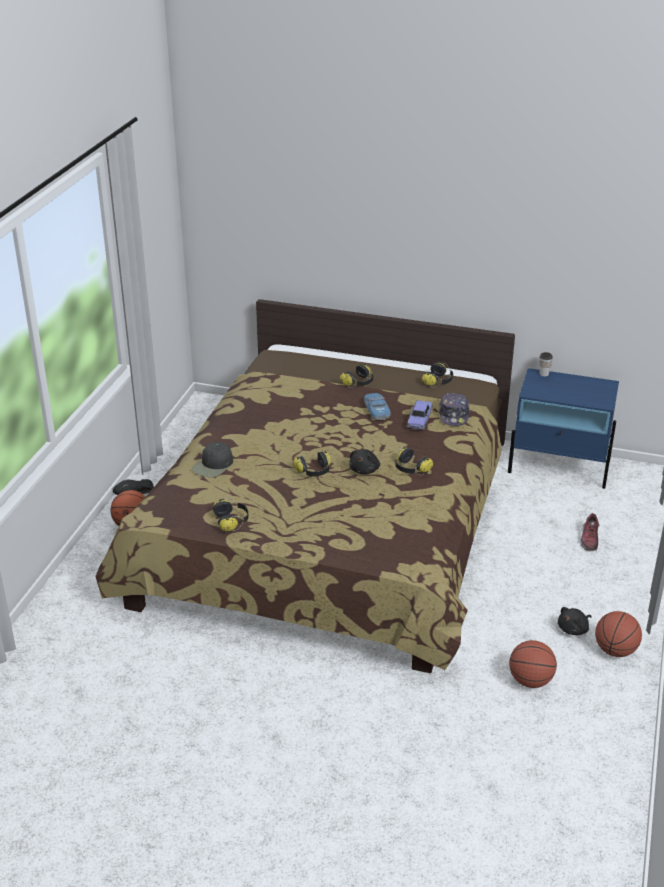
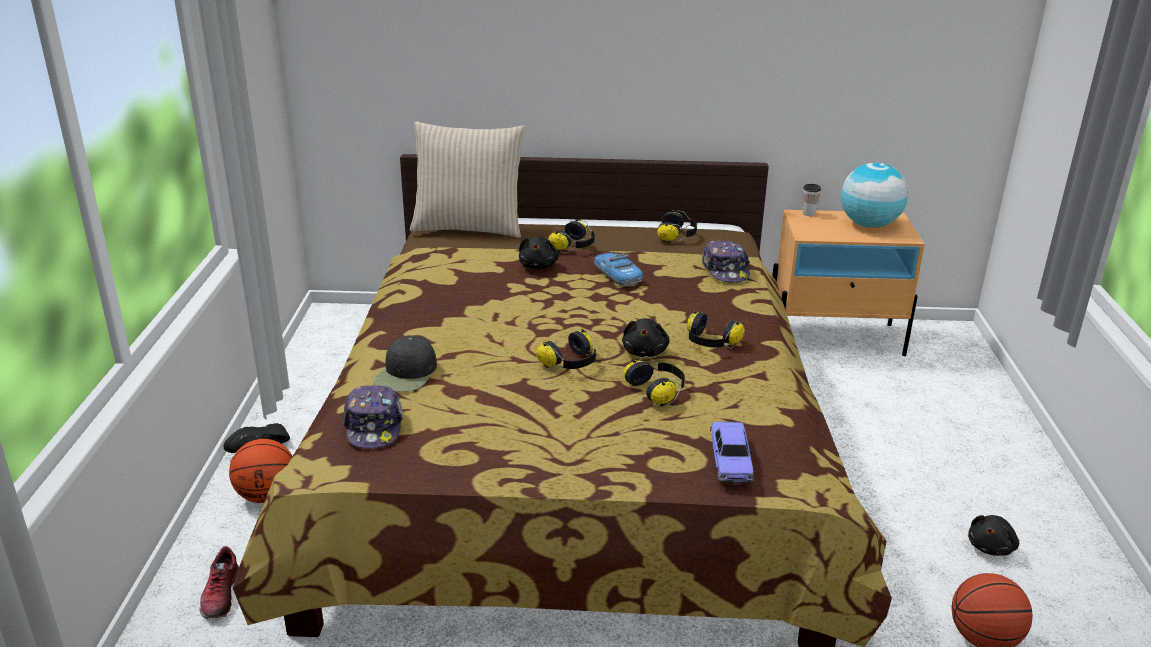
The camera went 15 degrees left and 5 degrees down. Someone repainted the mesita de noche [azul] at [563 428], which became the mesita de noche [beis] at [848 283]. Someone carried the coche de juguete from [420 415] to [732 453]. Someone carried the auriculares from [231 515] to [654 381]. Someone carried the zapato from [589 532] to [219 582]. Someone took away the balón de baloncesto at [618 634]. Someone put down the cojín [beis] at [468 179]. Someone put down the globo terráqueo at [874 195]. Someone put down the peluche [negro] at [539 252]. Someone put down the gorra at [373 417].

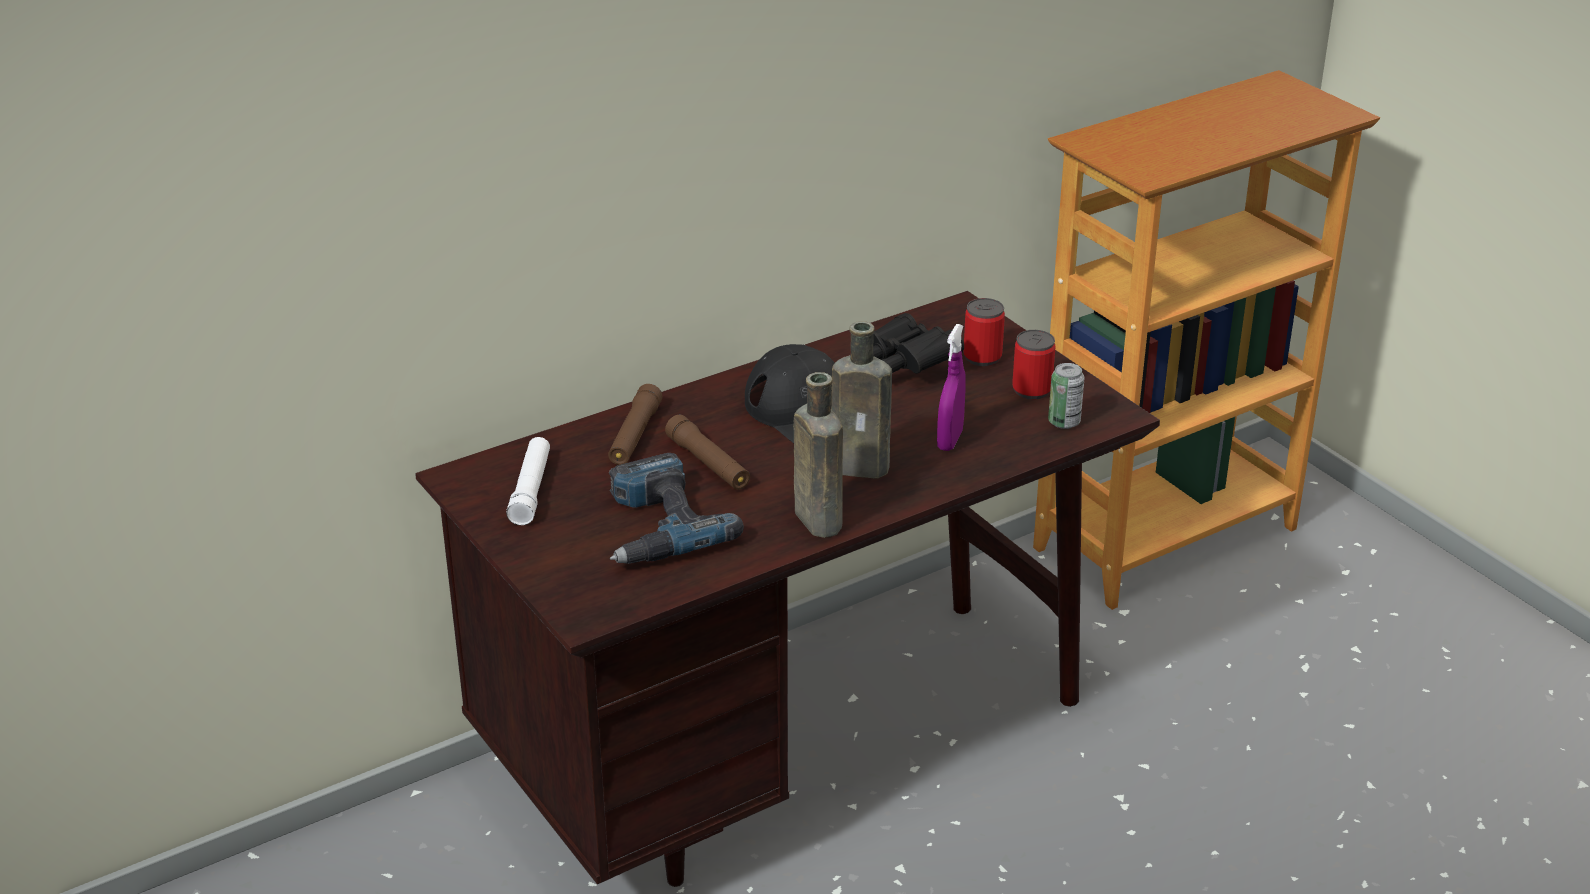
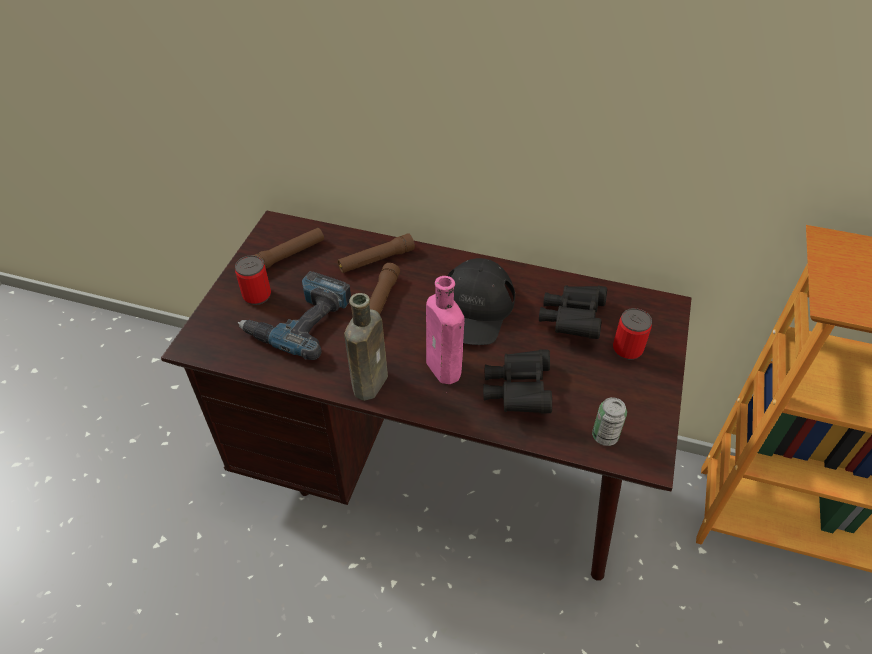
The camera went 50 degrees right and 15 degrees up. Someone repainted the botella [marrón] at [861 400], which became the botella [rosa] at [445 330]. Someone swapped the pulverizador [morado] at [951 387] for the prismáticos [negro] at [517 381]. Someone carried the lata from [1034 364] to [253 280]. Someone repainted the linterna [blanco] at [528 481], which became the linterna [marrón] at [288 248].

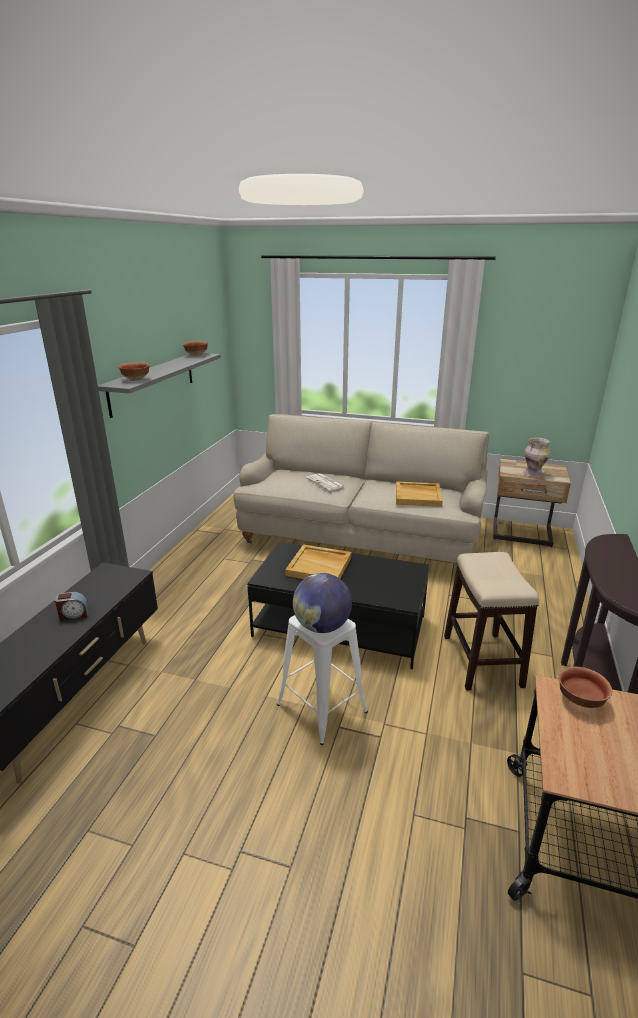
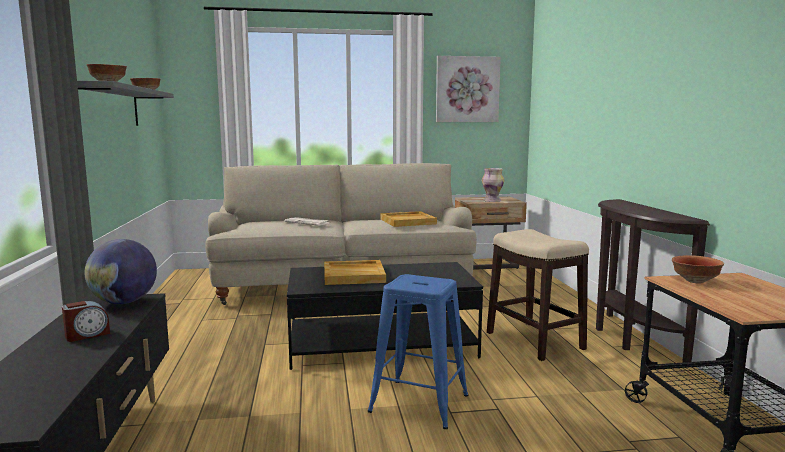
The camera went 25 degrees left and 15 degrees down. Someone carried the globo terráqueo from [322 603] to [120 271]. Someone repainted the taburete [blanco] at [322 680], which became the taburete [azul] at [418 351]. Someone put up the cuadro at [468 89].

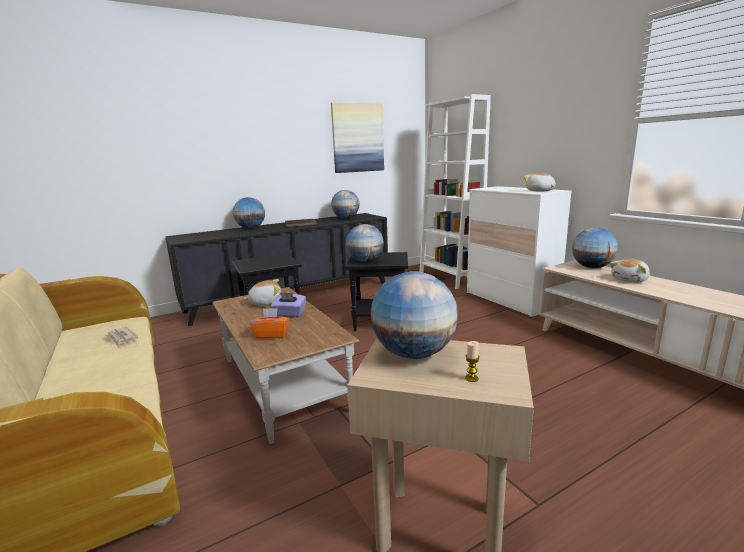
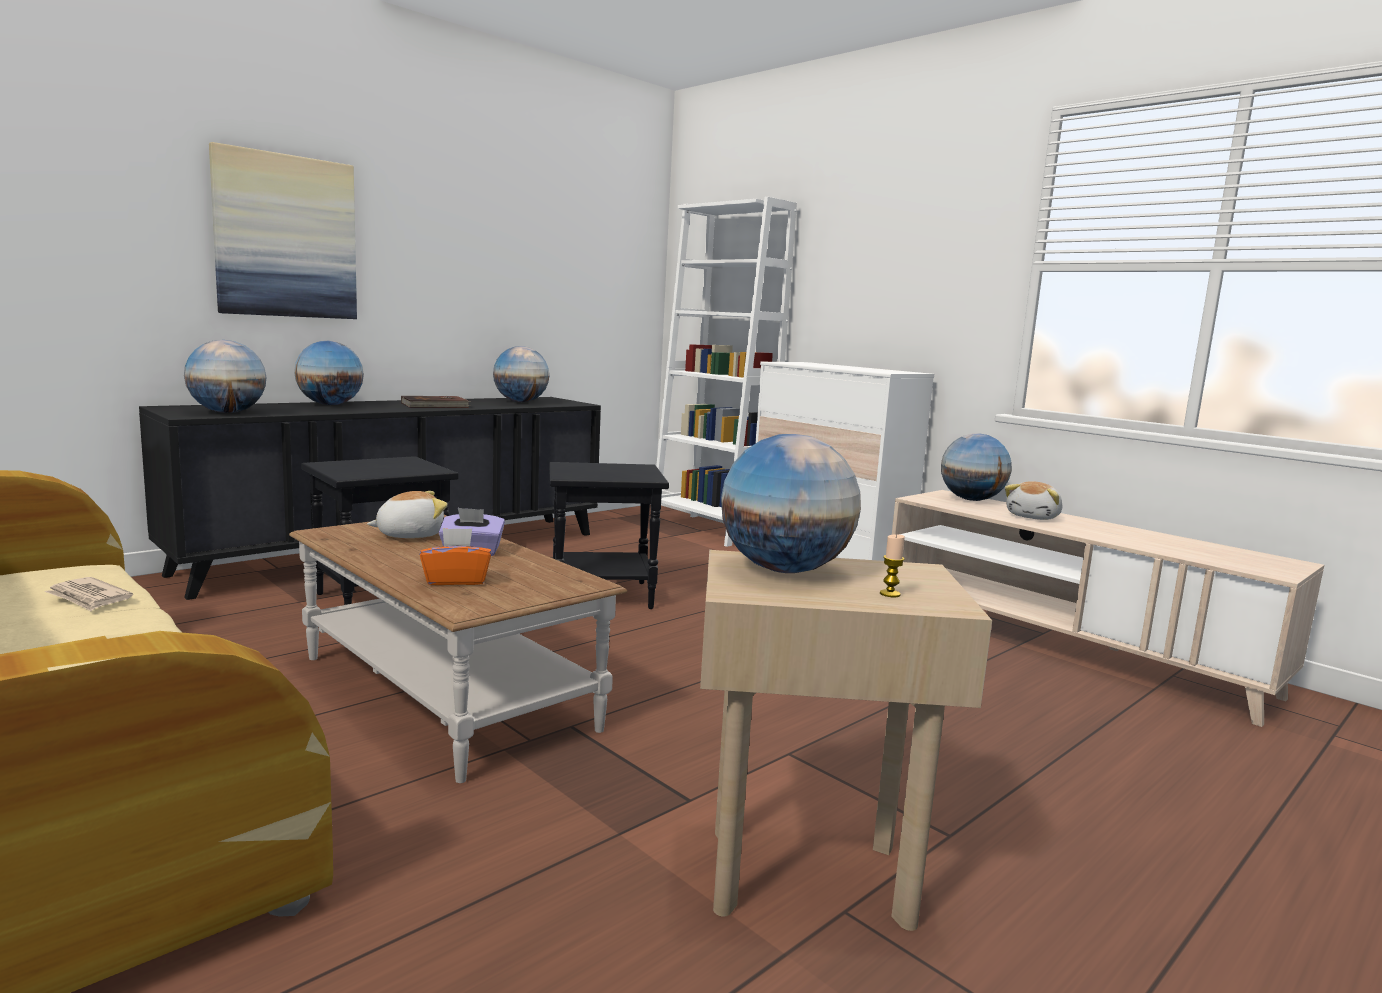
The camera went 15 degrees left and 5 degrees down. Someone carried the cuadro from [357 137] to [283 230]. Someone took away the peluche at [539 182]. Someone carried the globo terráqueo from [365 243] to [225 376].

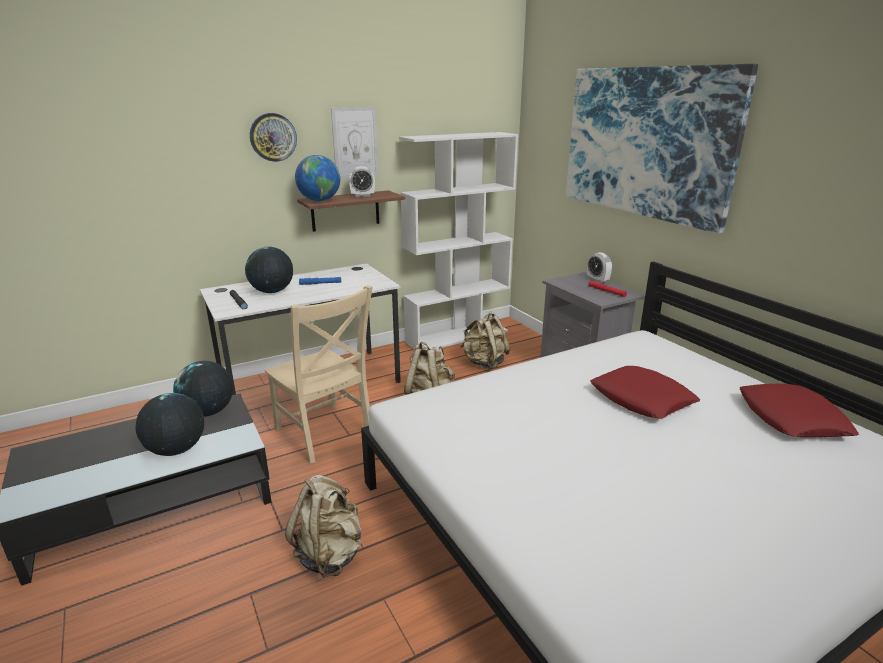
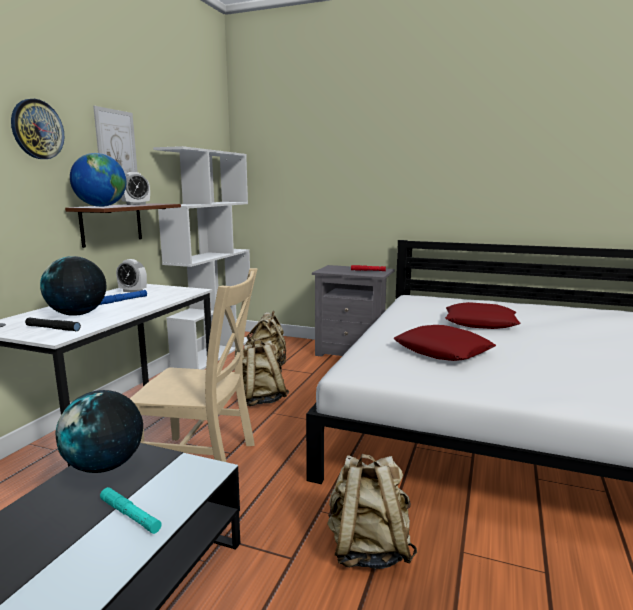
The camera went 40 degrees left and 10 degrees down. Someone took away the cuadro at [662 149]. Someone carried the despertador from [599 267] to [131 275]. Someone carried the cojín [rojo] from [799 410] to [444 343]. Someone swapped the globo terráqueo at [170 424] for the linterna [turquesa] at [131 510].

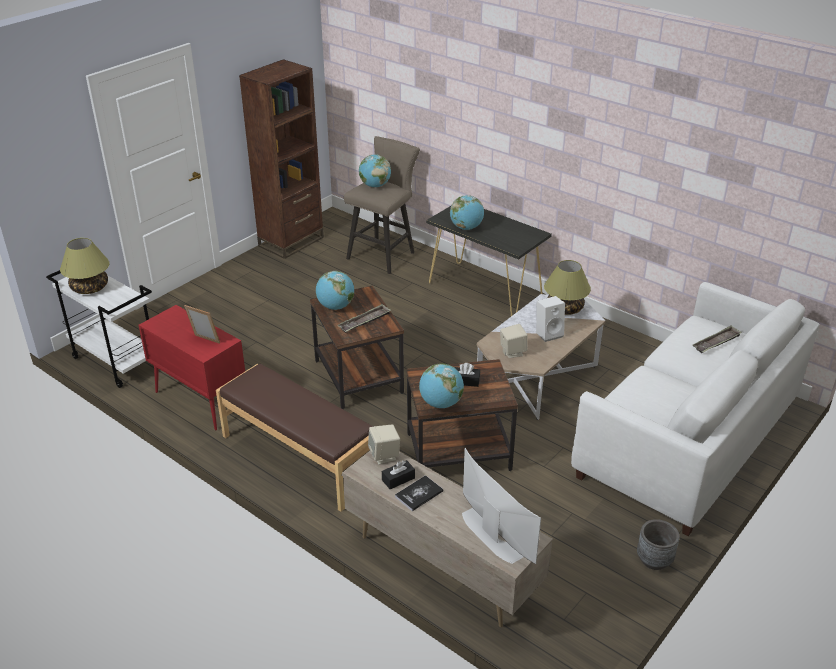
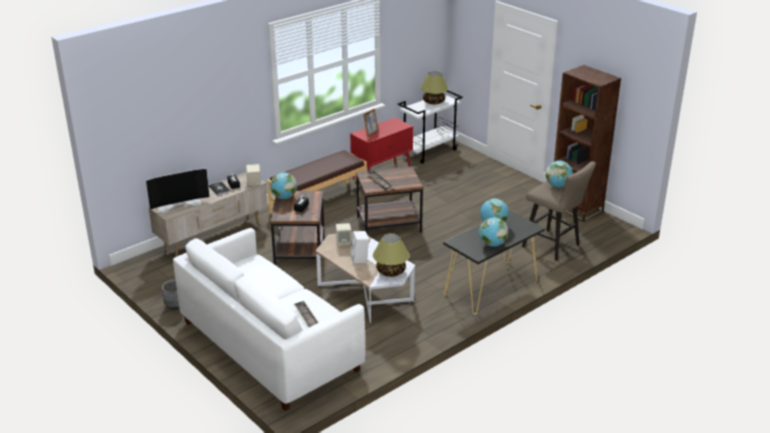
The camera went 100 degrees right and 5 degrees down. Someone carried the globo terráqueo from [335 290] to [493 232].

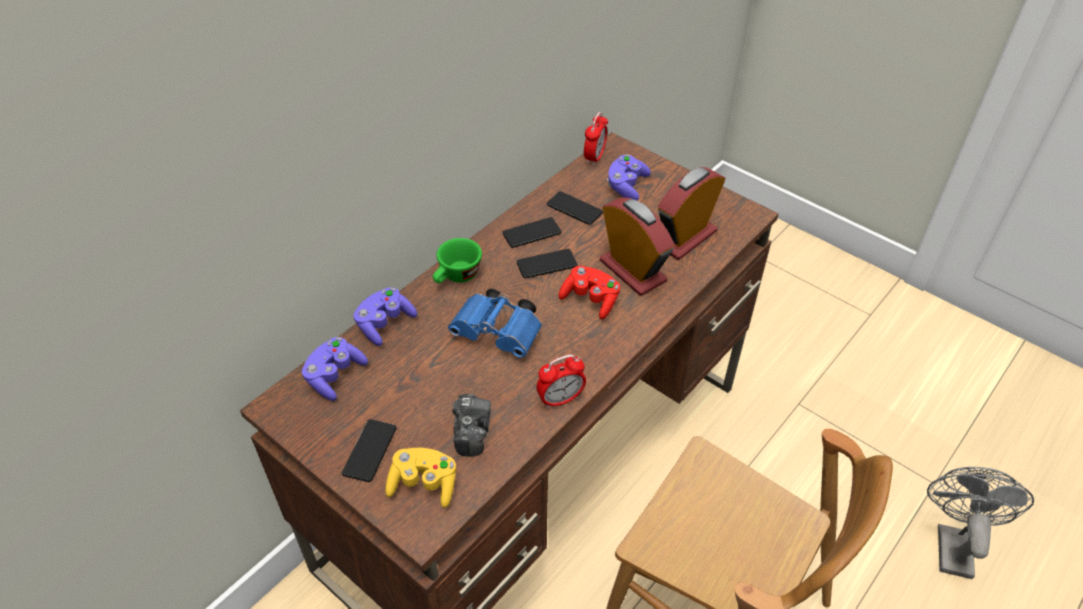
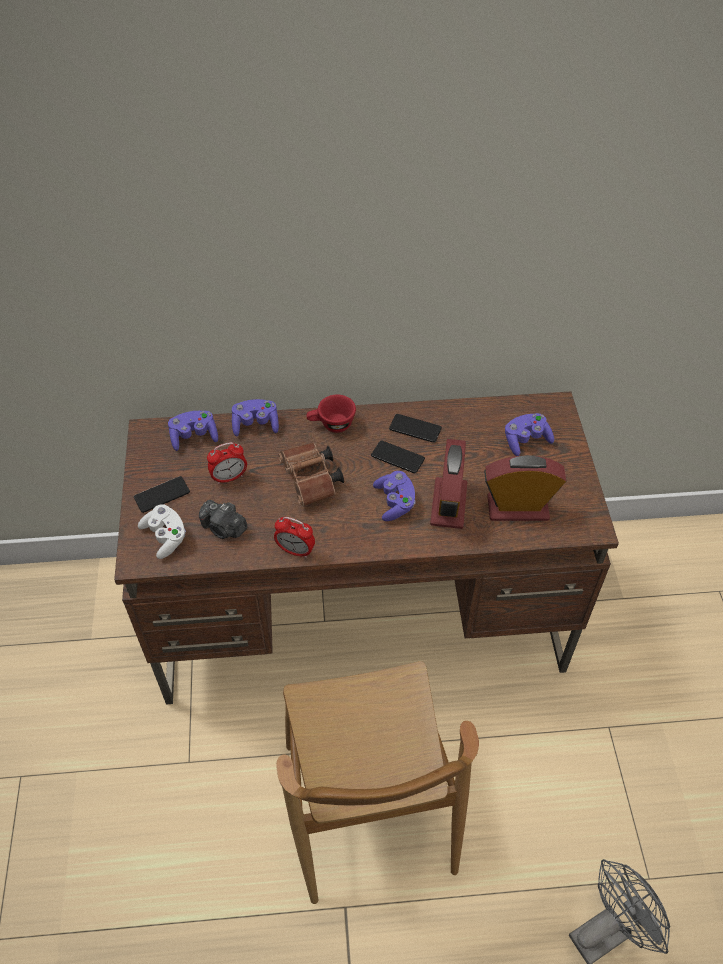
The camera went 45 degrees right and 5 degrees up. Someone carried the despertador from [596 139] to [227 463]. Someone took away the móvil at [575 208]. Someone repainted the taza [verde] at [457 260], which became the taza [rojo] at [331 414]. Someone repainted the mando de consola [rojo] at [589 292], which became the mando de consola [morado] at [394 496]. Someone repainted the prismáticos [azul] at [495 323], which became the prismáticos [marrón] at [311 474]. Someone rotated the cámara at [471 425] by 75 degrees clockwise. Someone repainted the mando de consola [amarillo] at [420 478], which became the mando de consola [blanco] at [162 531].

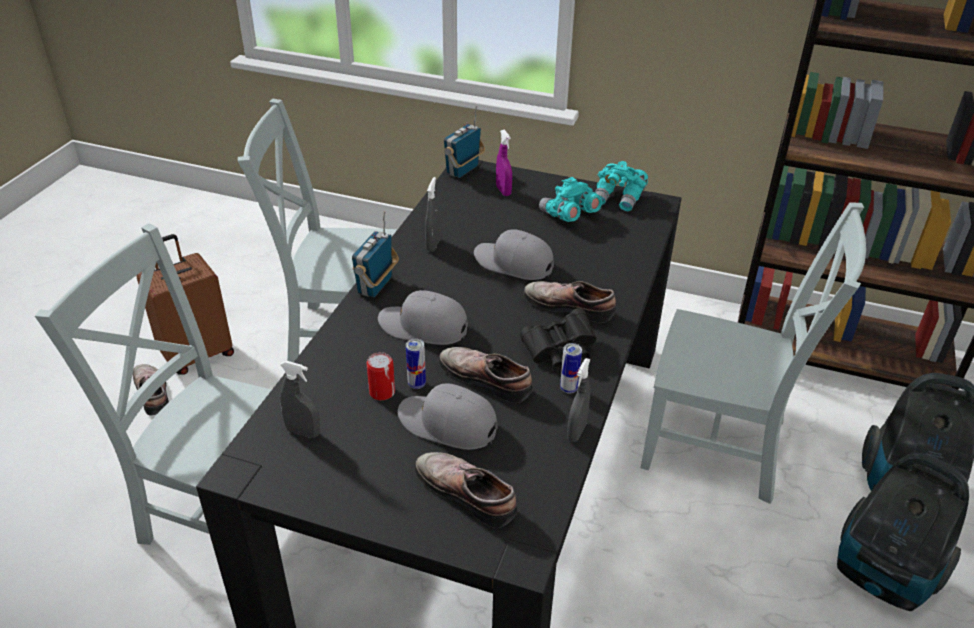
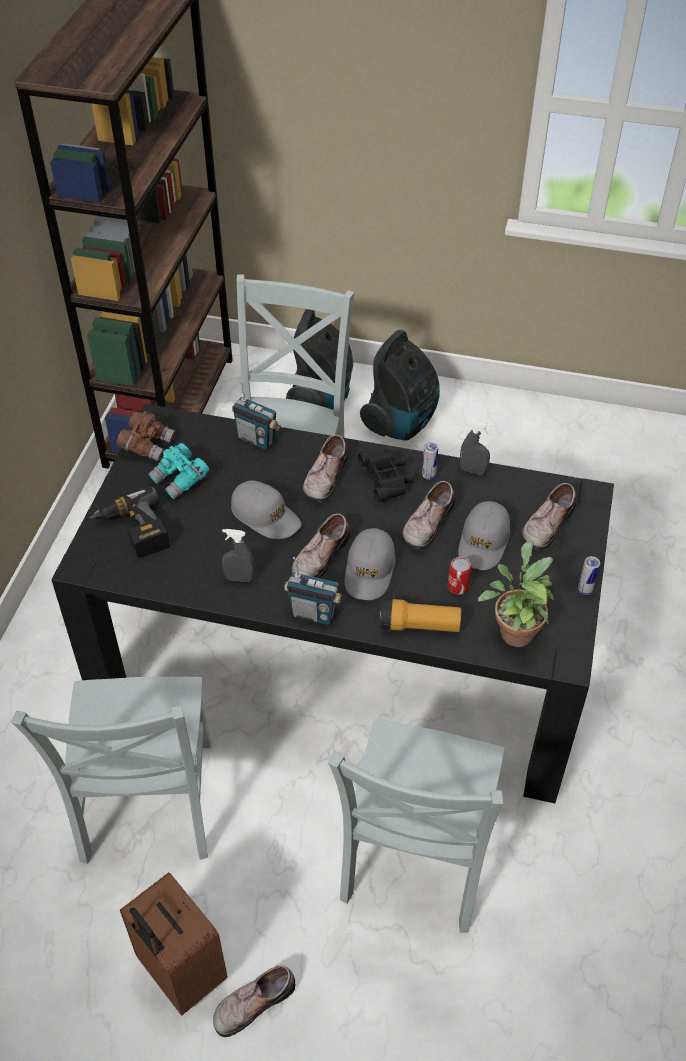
The camera went 95 degrees left and 10 degrees up. Someone carried the radio from [464 142] to [256 415]. Someone swapped the pulverizador [morado] at [504 163] for the taladro at [129 522]. Someone repainted the prismáticos [turquesa] at [621 186], which became the prismáticos [marrón] at [145 436]. Someone rotated the gorra [gris] at [514 254] by 75 degrees counterclockwise. Someone carried the lata from [416 364] to [589 575]. Someone swapped the pulverizador [gris] at [300 399] for the planta en maceta at [516 593]. Someone put down the zapato at [321 546]. Someone put down the linterna at [420 615].

